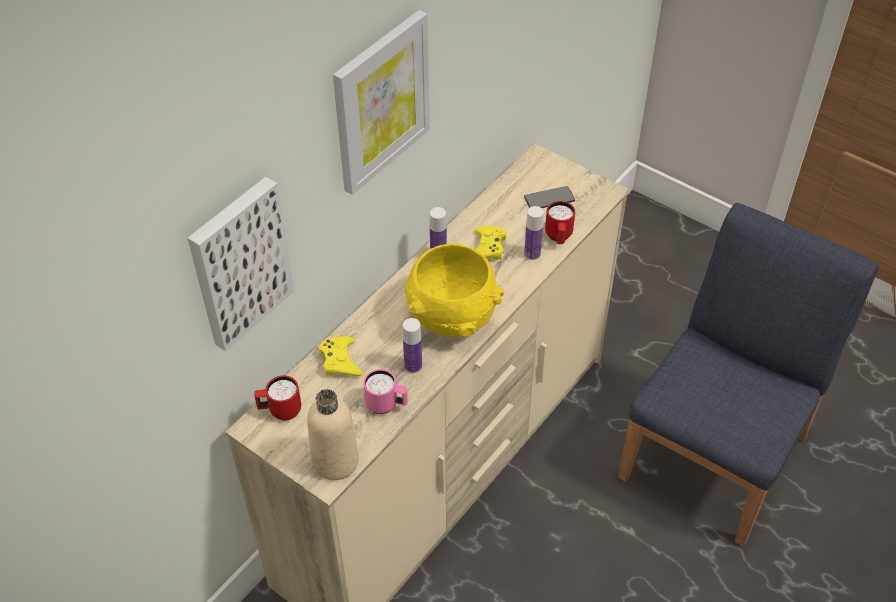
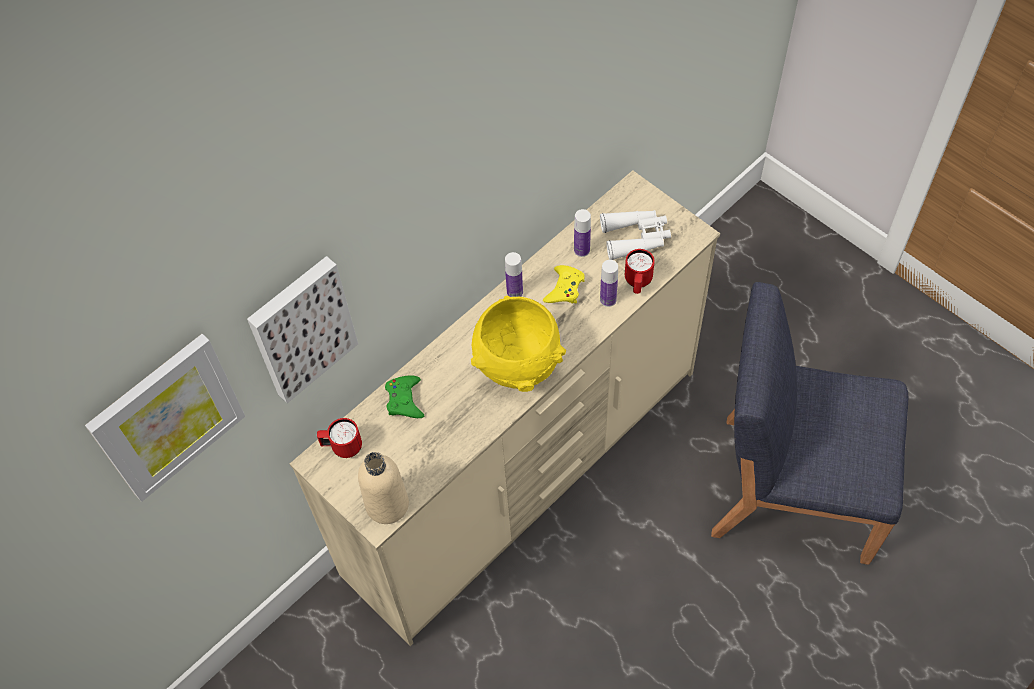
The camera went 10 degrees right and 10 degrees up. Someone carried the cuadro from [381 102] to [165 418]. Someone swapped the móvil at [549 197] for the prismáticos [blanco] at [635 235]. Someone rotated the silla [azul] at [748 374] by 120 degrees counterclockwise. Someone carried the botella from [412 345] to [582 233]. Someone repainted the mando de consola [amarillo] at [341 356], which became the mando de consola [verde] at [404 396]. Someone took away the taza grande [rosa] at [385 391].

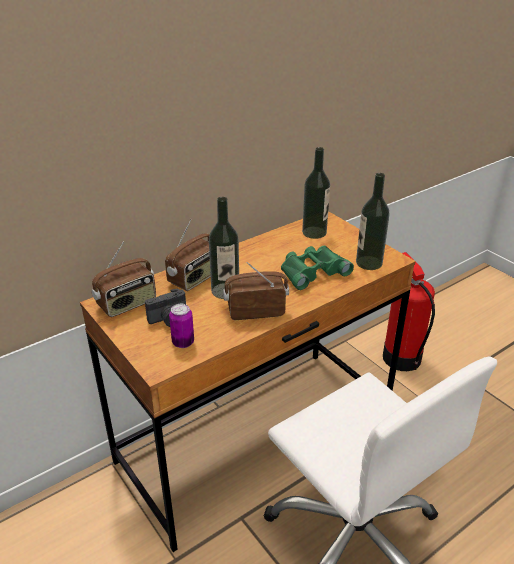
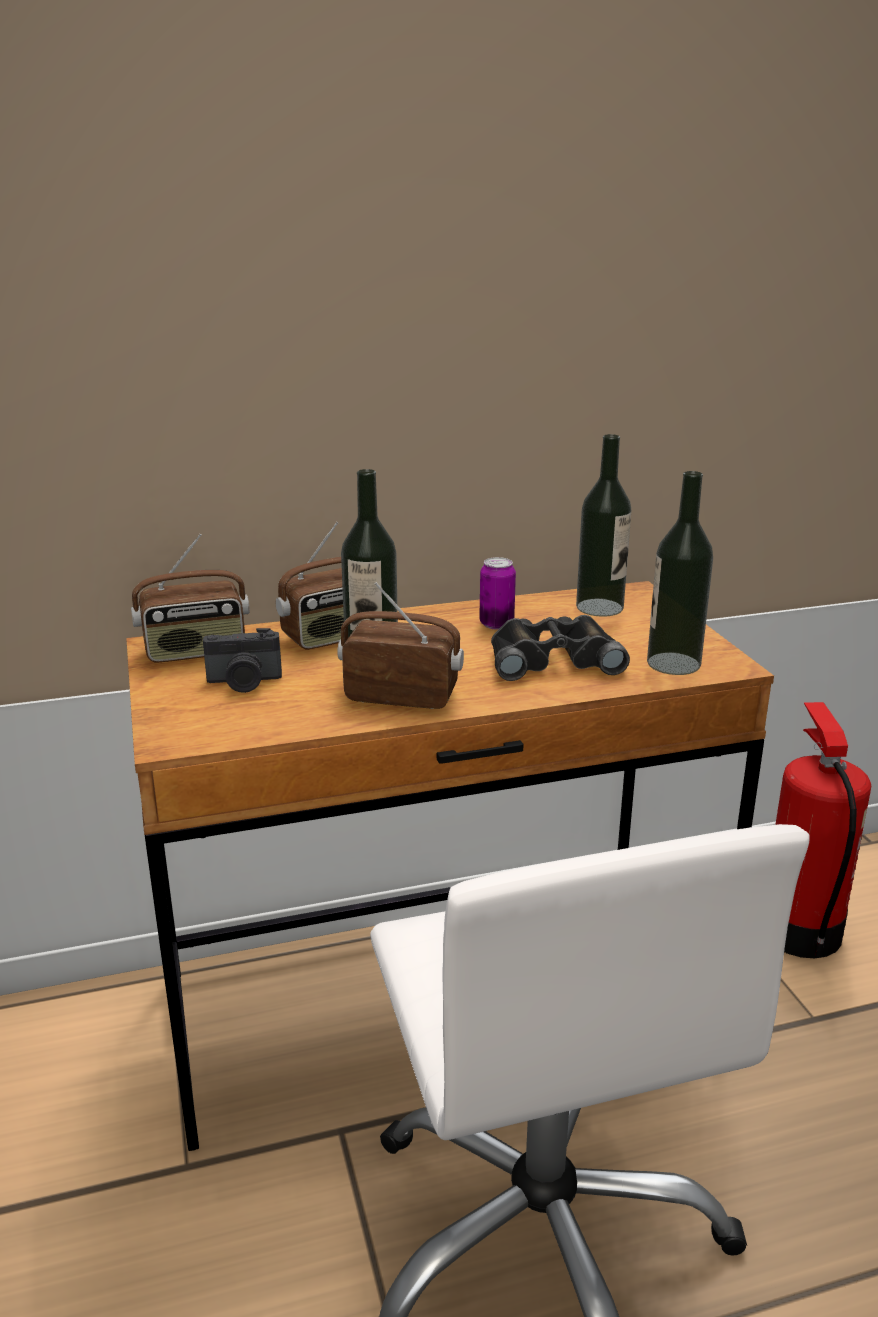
The camera went 20 degrees right and 10 degrees down. Someone repainted the prismáticos [verde] at [317 268], which became the prismáticos [negro] at [560 648]. Someone carried the lata from [181 326] to [497 593].

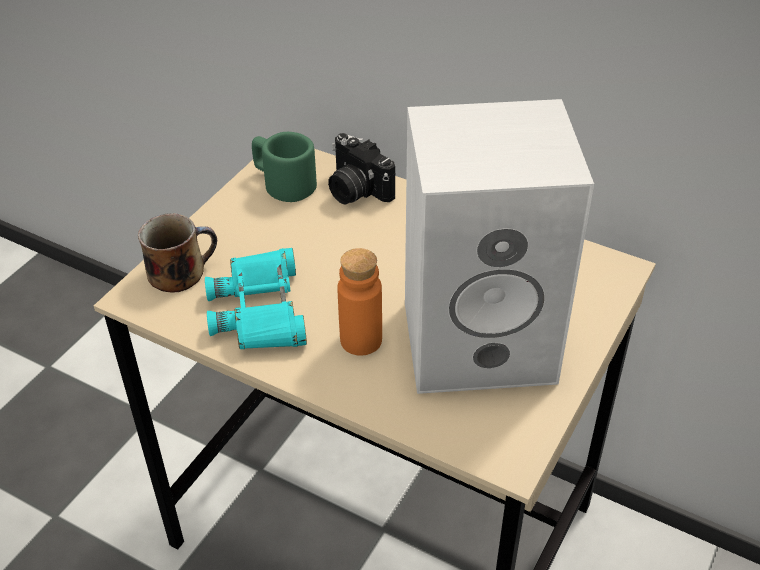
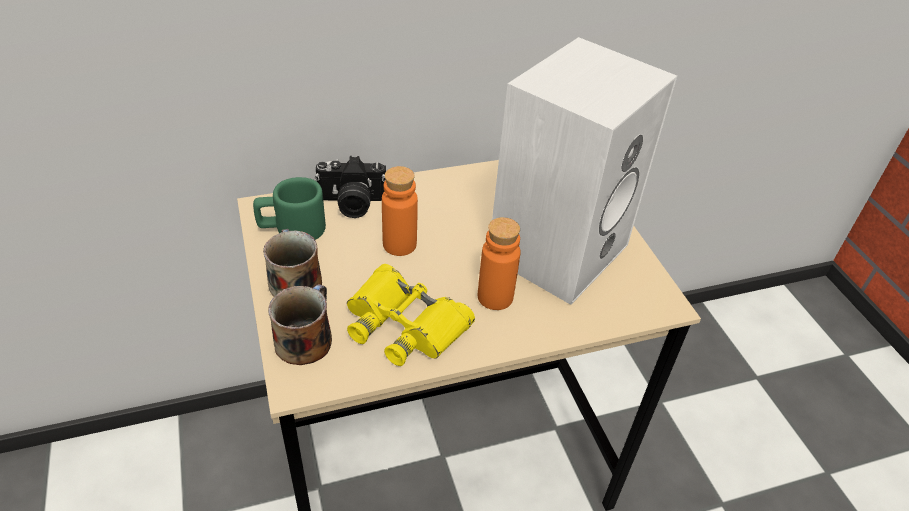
The camera went 50 degrees left and 0 degrees up. Someone repainted the prismáticos [turquesa] at [256 298], which became the prismáticos [amarillo] at [411 315]. Someone put down the botella [naranja] at [400 211]. Someone put down the taza grande at [292 263].

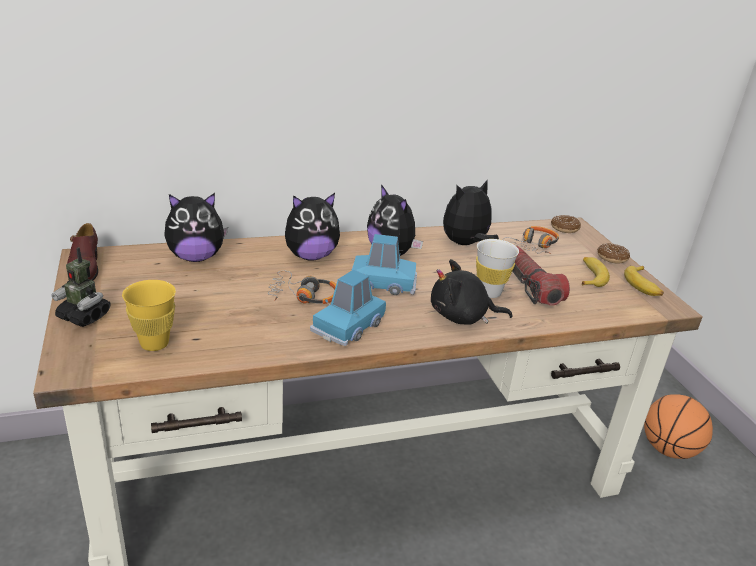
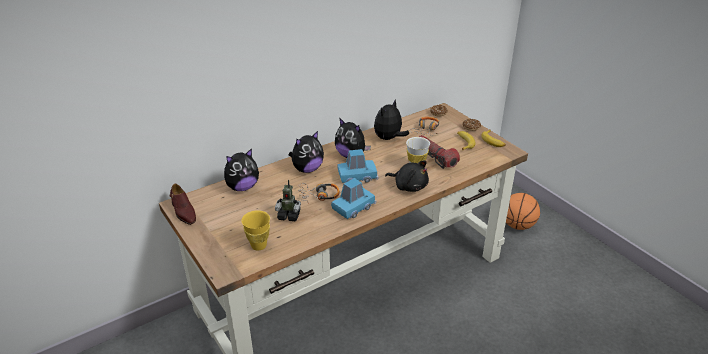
The camera went 15 degrees left and 5 degrees up. Someone carried the robot de juguete from [81 287] to [288 200]. Someone rotated the peluche [negro] at [471 292] by 135 degrees counterclockwise. Someone rotated the coche de juguete [azul] at [348 308] by 150 degrees counterclockwise.

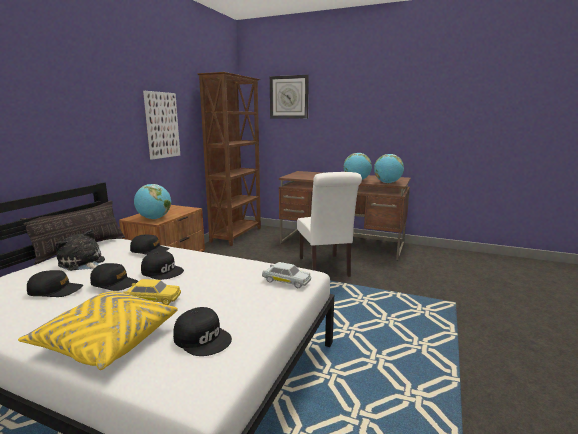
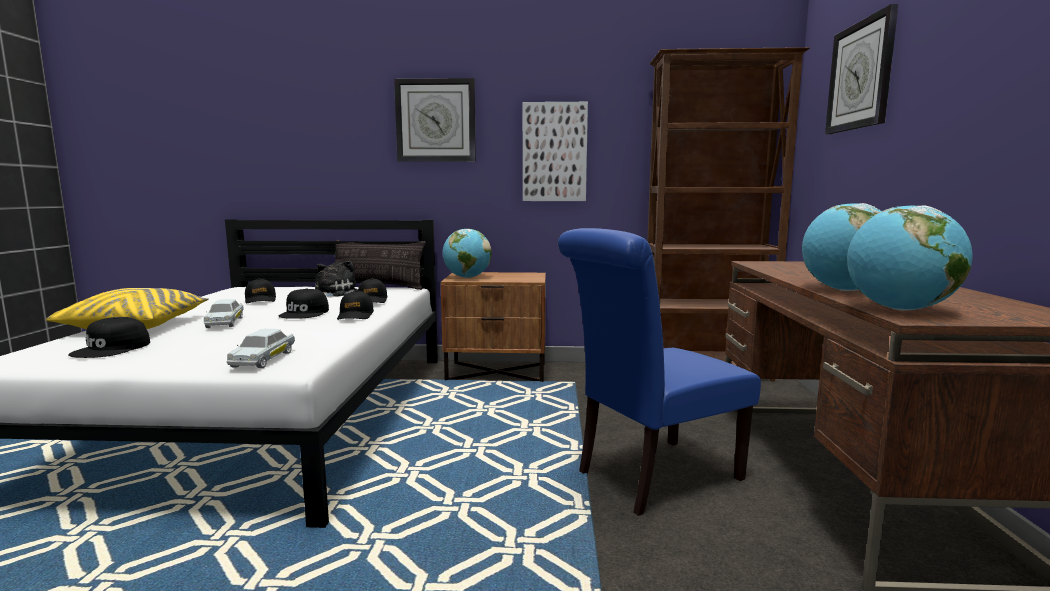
The camera went 70 degrees right and 5 degrees down. Someone repainted the silla [blanco] at [329 224], which became the silla [azul] at [659 372]. Someone carried the gorra [negro] from [114 277] to [355 305]. Someone repainted the coche de juguete [amarillo] at [152 292], which became the coche de juguete [blanco] at [224 313]. Someone put up the reloj de pared at [435 120].

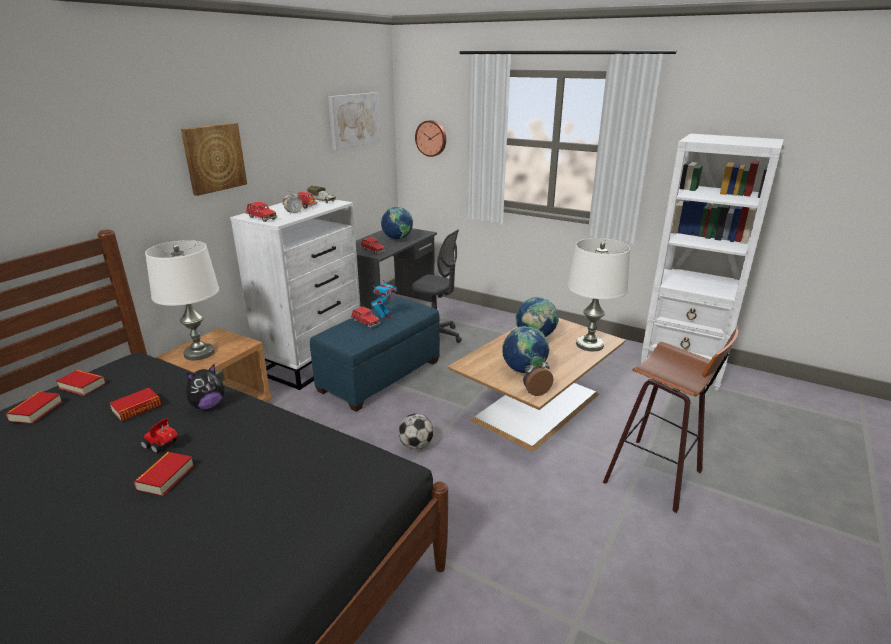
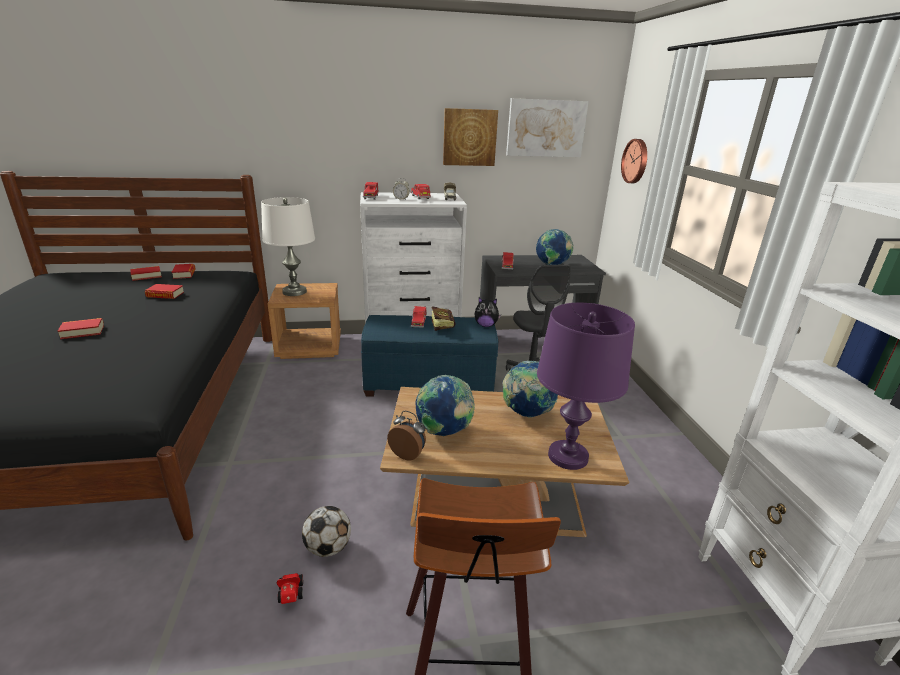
The camera went 50 degrees right and 0 degrees up. Someone carried the cuadro from [214 159] to [470 137]. Someone repainted the lámpara de mesa [blanco] at [598 295], which became the lámpara de mesa [morado] at [586 386]. Someone swapped the robot de juguete at [384 297] for the libro at [443 318]. Someone carried the peluche from [205 387] to [488 312]. Someone carried the balón de fútbol from [415 431] to [326 531]. Someone carried the coche de juguete from [159 435] to [289 588].

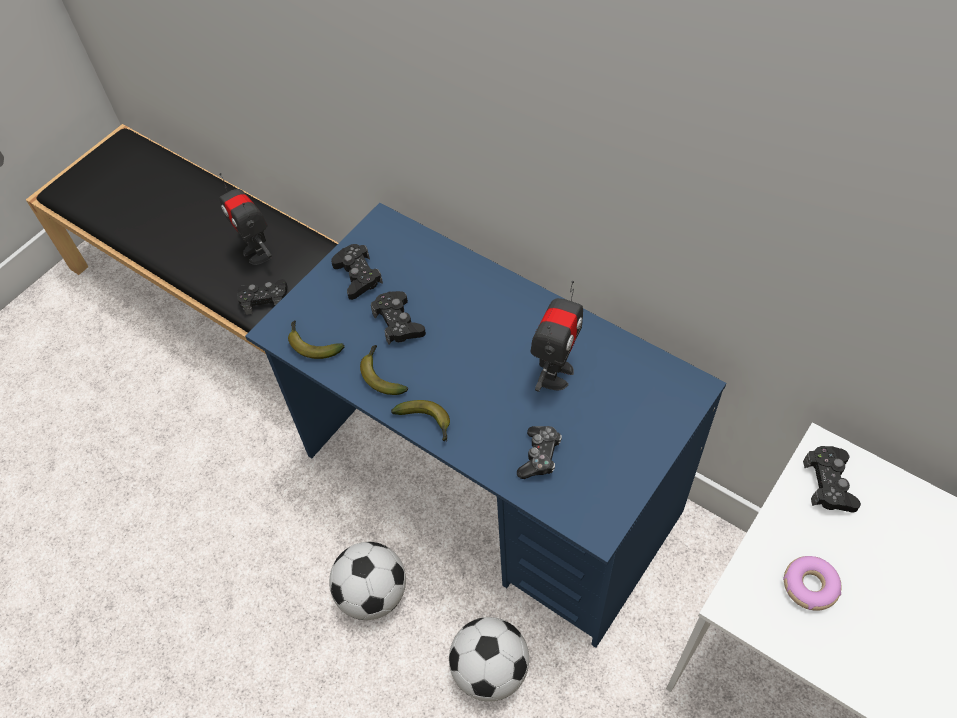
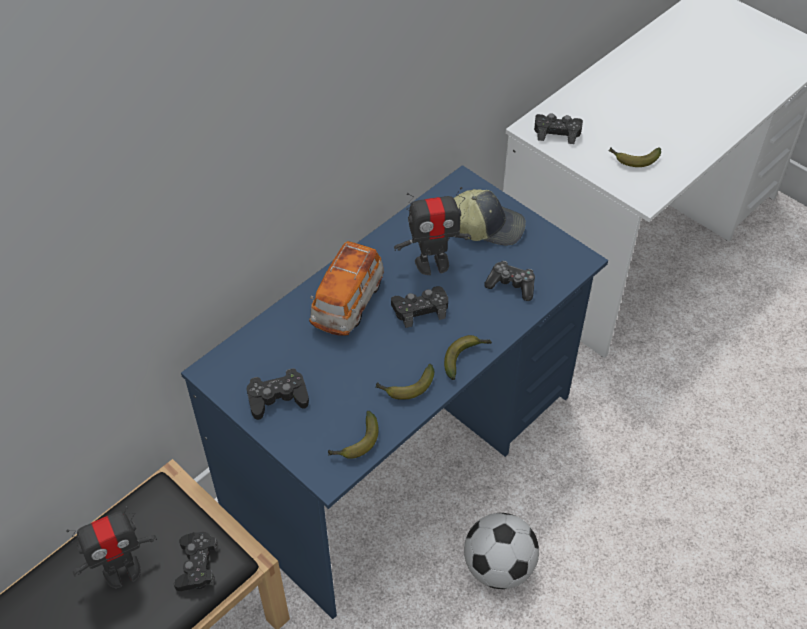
The camera went 85 degrees left and 5 degrees down. Someone rotated the robot de juguete at [556 336] by 135 degrees clockwise. Someone carried the mando de consola [negro] from [398 318] to [419 307]. Someone swapped the rosquilla at [812 583] for the plátano at [634 157]. Someone took away the balón de fútbol at [489 659]. Someone put down the gorra at [490 217]. Someone put down the coche de juguete at [346 288].

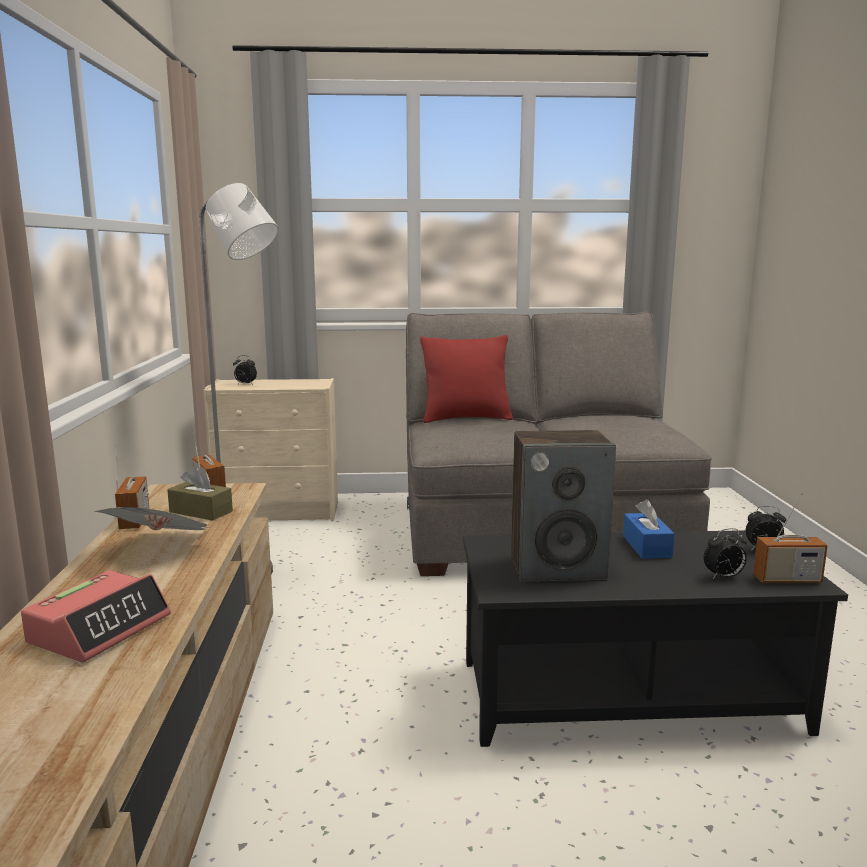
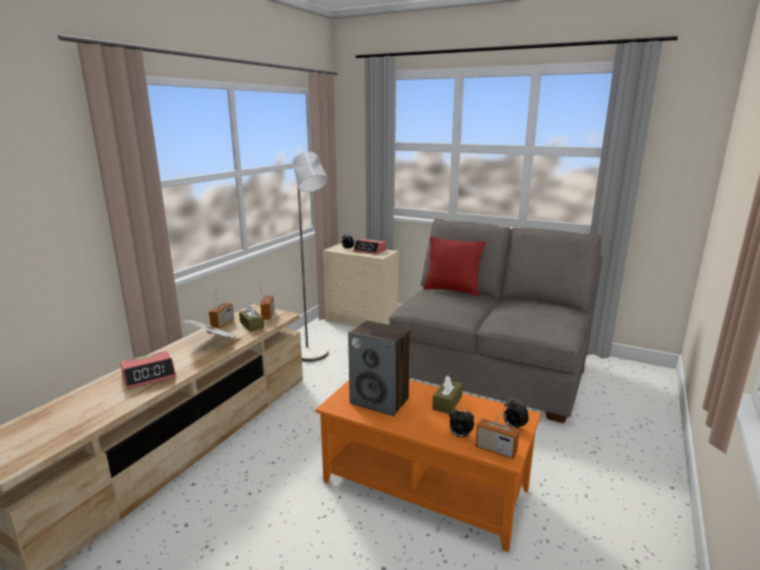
The camera went 30 degrees right and 5 degrees up. Someone repainted the caja de pañuelos [azul] at [649 529], which became the caja de pañuelos [marrón] at [447 394]. Someone repainted the mesa de centro [negro] at [655 638], which became the mesa de centro [naranja] at [428 466]. Someone put down the despertador at [369 247].

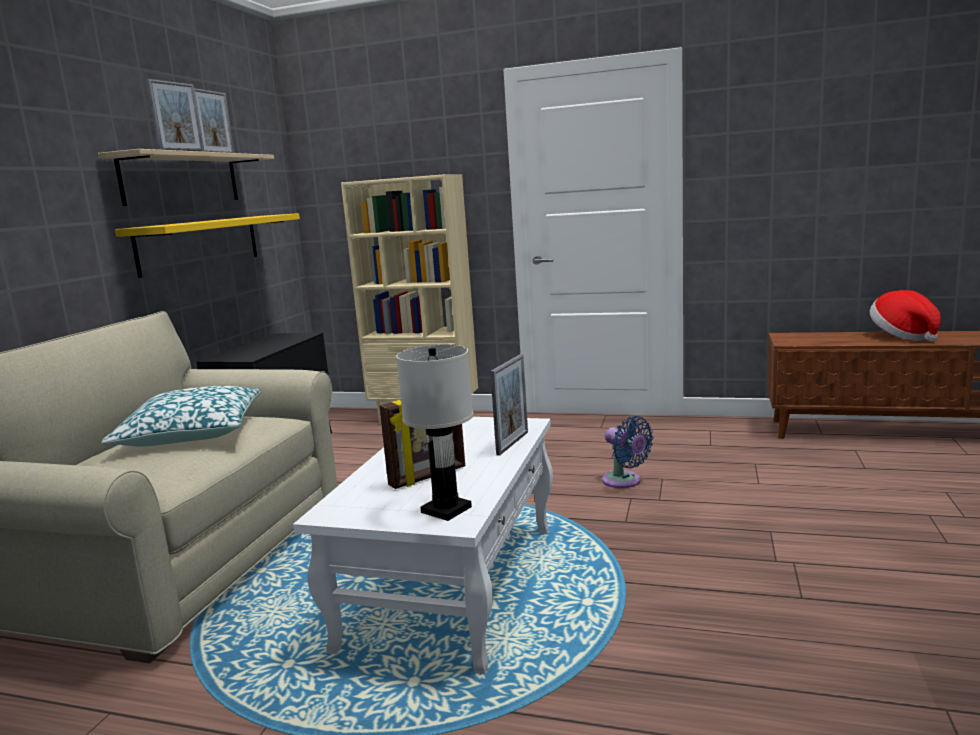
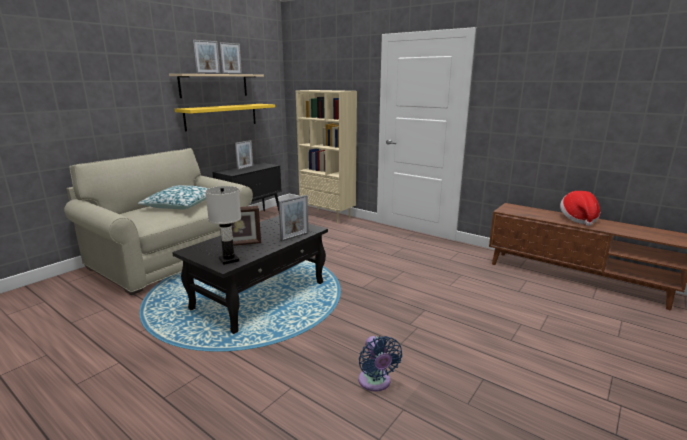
The camera went 20 degrees right and 5 degrees up. Someone carried the ventilador [azul] from [627 452] to [381 364]. Someone repainted the mesa de centro [blanco] at [423 545], which became the mesa de centro [negro] at [250 275]. Someone put down the portarretratos at [244 155].

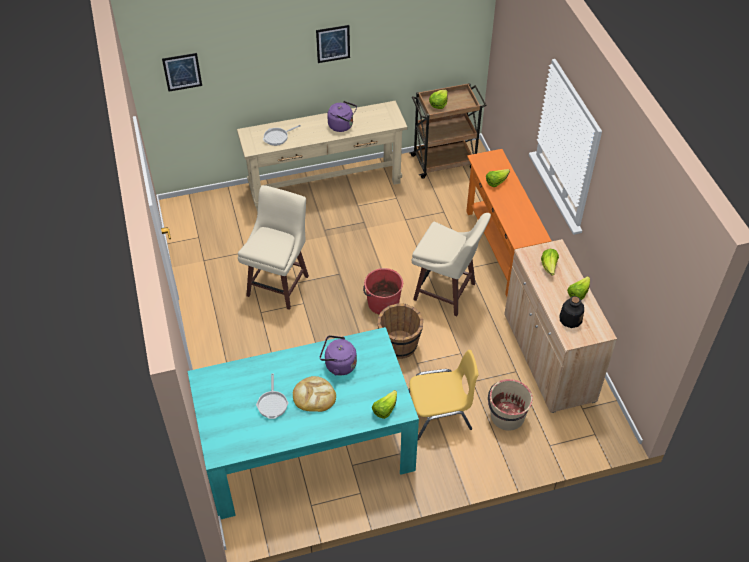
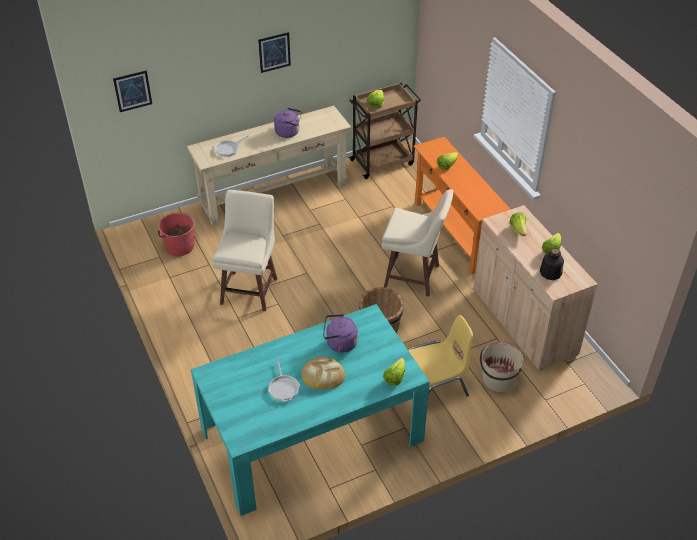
The camera went 10 degrees left and 5 degrees down. Someone carried the cubo [rojo] from [383 291] to [176 234].

